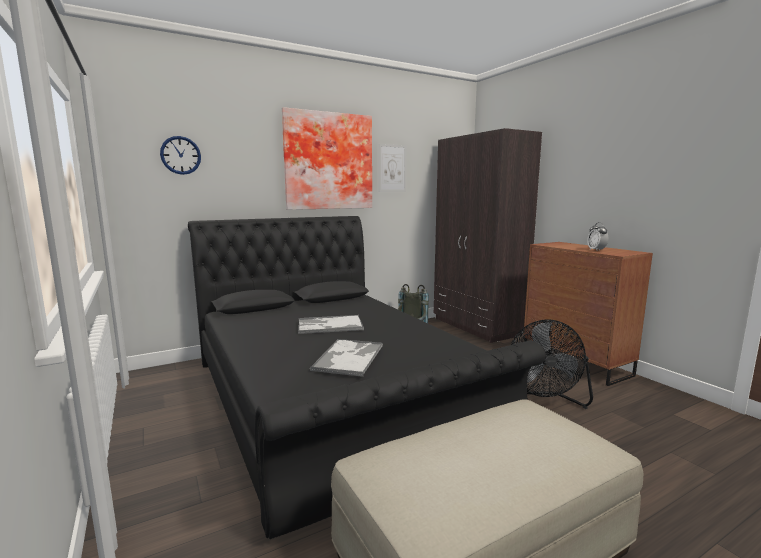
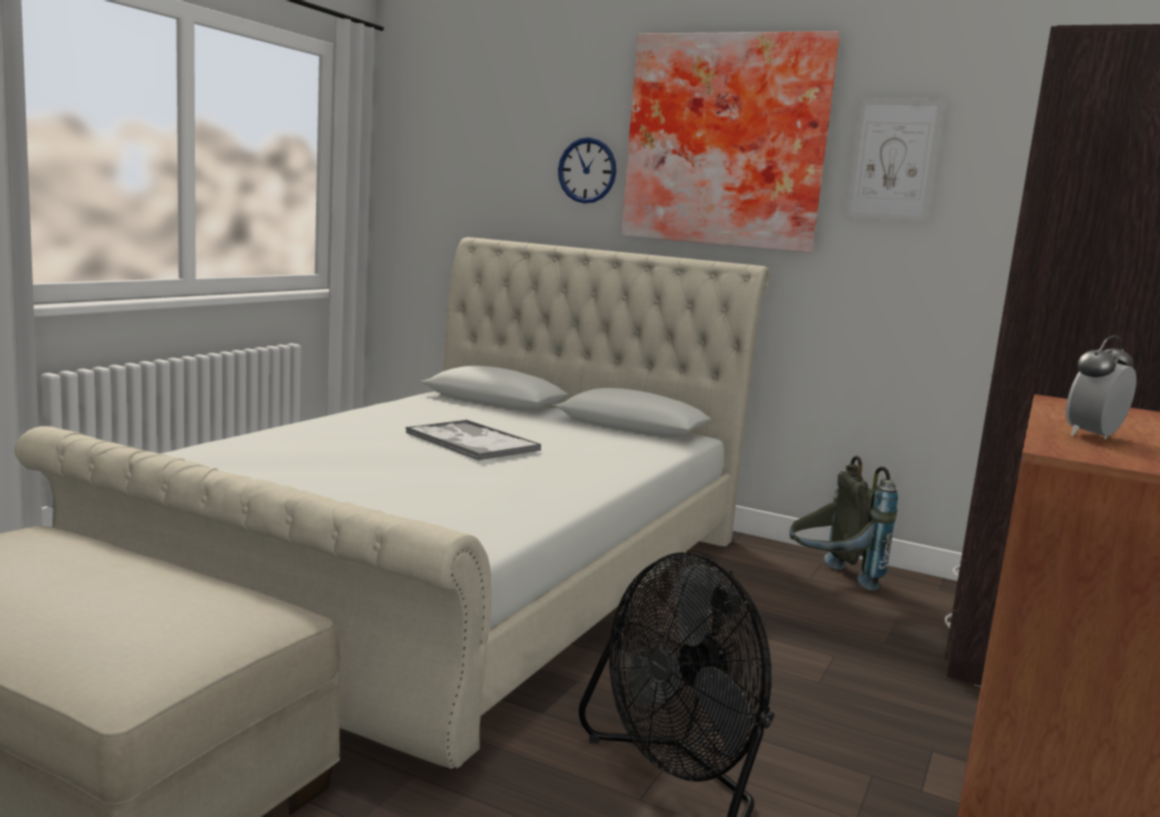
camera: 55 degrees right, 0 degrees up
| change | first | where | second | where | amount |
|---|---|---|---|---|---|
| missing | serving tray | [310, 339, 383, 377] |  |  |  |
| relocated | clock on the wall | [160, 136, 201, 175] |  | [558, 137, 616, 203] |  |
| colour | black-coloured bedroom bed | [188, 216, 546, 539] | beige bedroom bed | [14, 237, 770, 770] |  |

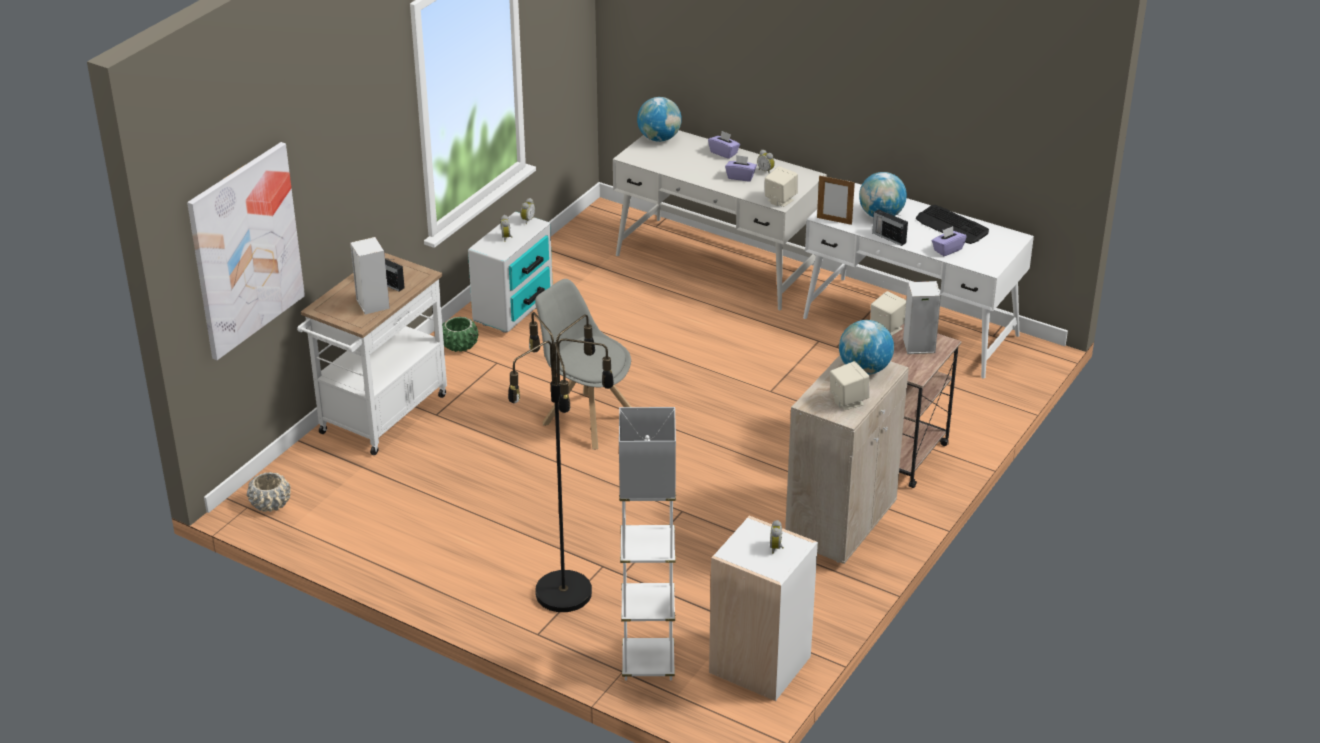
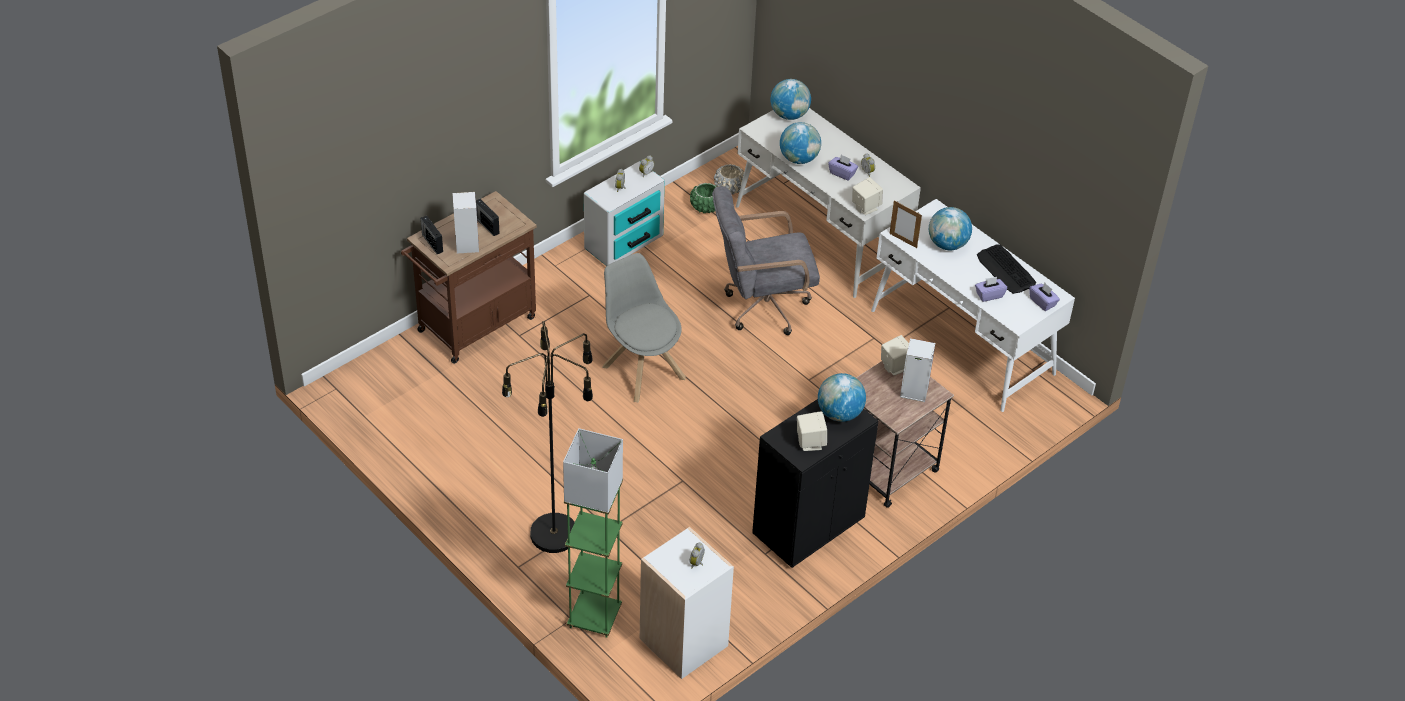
camera: 15 degrees right, 10 degrees up
| change | first | where | second | where | amount |
|---|---|---|---|---|---|
| missing | picture | [187, 142, 305, 360] |  |  |  |
| appeared |  |  | gray computer chair | [712, 186, 820, 335] |  |
| appeared |  |  | desk globe | [780, 122, 821, 164] |  |
| relocated | beige planter | [247, 472, 291, 512] |  | [714, 164, 744, 194] |  |
| relocated | greenish planter | [442, 317, 478, 352] |  | [690, 183, 717, 213] |  |
| relocated | purple tissue box | [708, 131, 740, 159] |  | [1029, 283, 1060, 311] |  |
| relocated | radio receiver | [872, 209, 908, 246] |  | [421, 216, 443, 254] |  |
| colour | white-coloured wheeled cart | [297, 253, 447, 455] | brown-coloured wheeled cart | [401, 191, 537, 364] |  |
| colour | white-coloured standard lamp | [619, 407, 676, 681] | greenish standard lamp | [563, 428, 623, 638] |  |
| colour | beige cabinet | [785, 355, 909, 564] | black-coloured cabinet | [752, 399, 878, 568] |  |

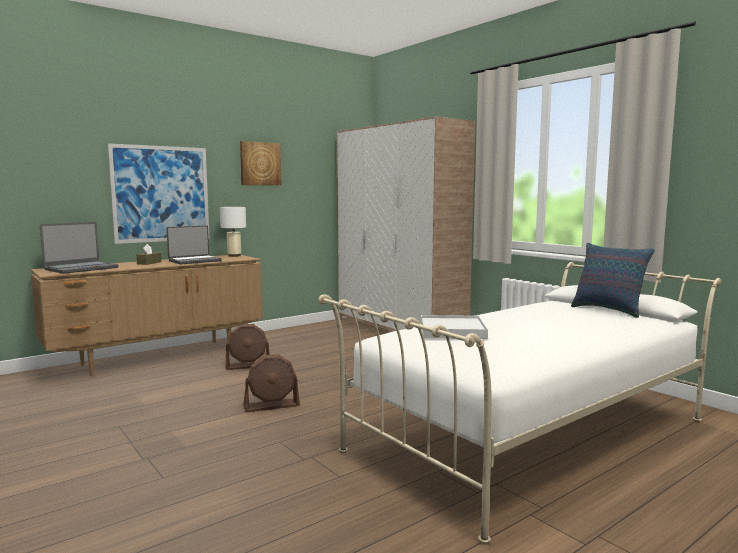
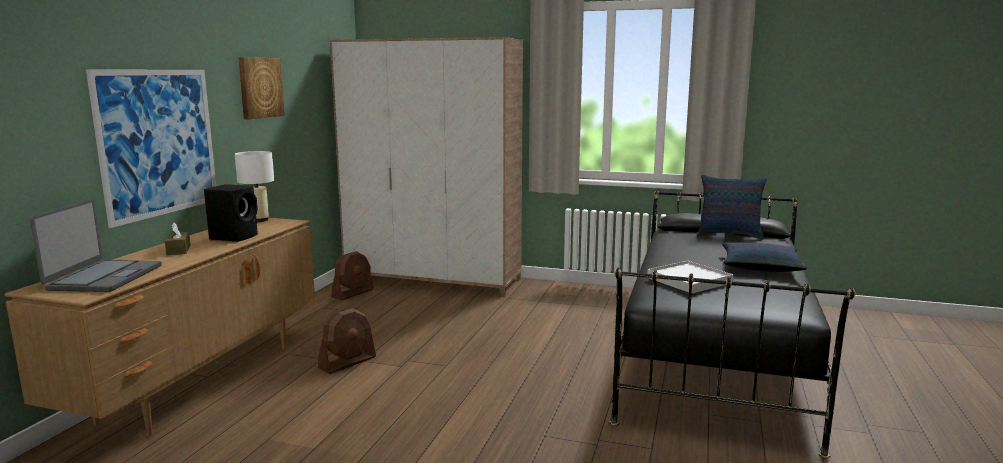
camera: 35 degrees left, 5 degrees up
| change | first | where | second | where | amount |
|---|---|---|---|---|---|
| appeared |  |  | bluish throw pillow | [722, 243, 807, 272] |  |
| relocated | brown-coloured cooling fan | [243, 354, 300, 412] |  | [331, 251, 374, 300] |  |
| exchanged | notebook computer | [167, 225, 222, 264] | black-coloured loudspeaker | [204, 184, 258, 242] |  |
| colour | white-coloured bedroom bed | [319, 262, 721, 544] | black-coloured bedroom bed | [609, 190, 855, 459] |  |

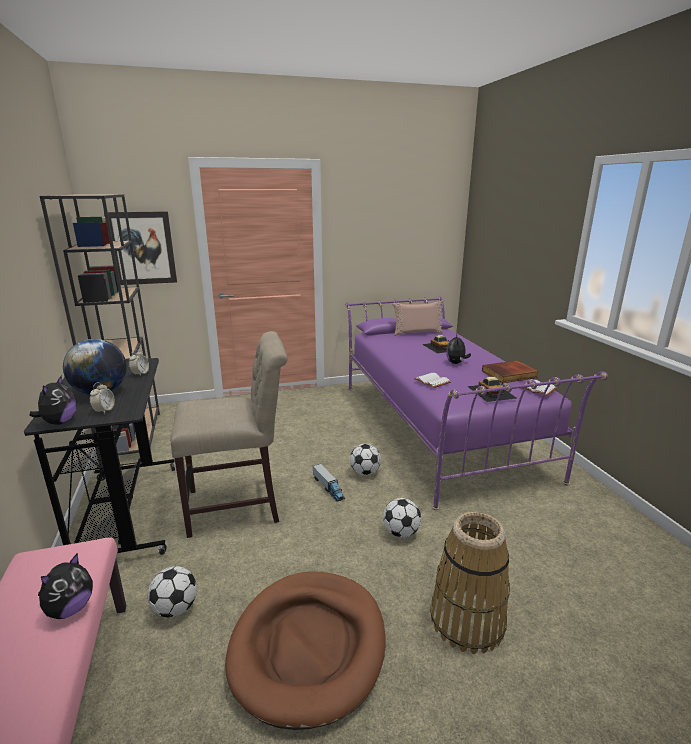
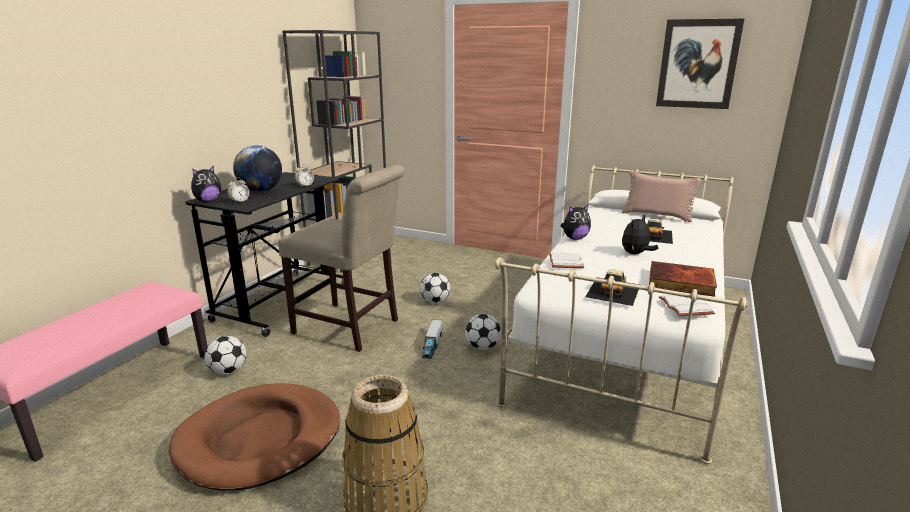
camera: 40 degrees right, 0 degrees up
| change | first | where | second | where | amount |
|---|---|---|---|---|---|
| relocated | plush toy | [38, 554, 93, 619] |  | [561, 204, 591, 240] |  |
| relocated | picture | [104, 212, 177, 285] |  | [656, 18, 745, 109] |  |
| relocated | football ball | [383, 498, 421, 538] |  | [420, 273, 450, 303] |  |
| colour | purple bedroom bed | [346, 297, 608, 510] | white-coloured bedroom bed | [495, 165, 748, 464] |  |

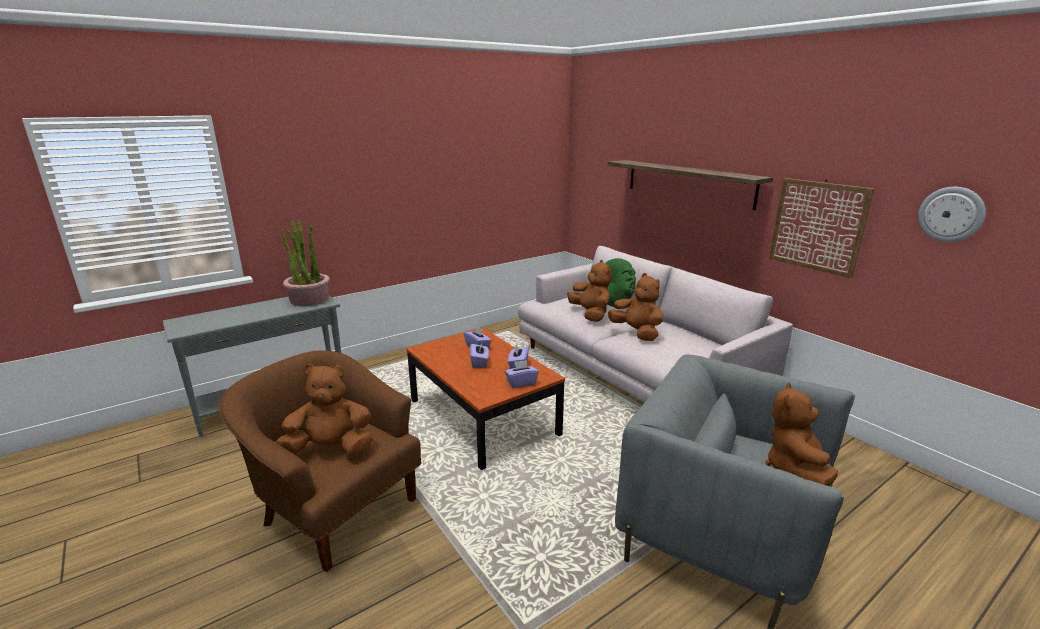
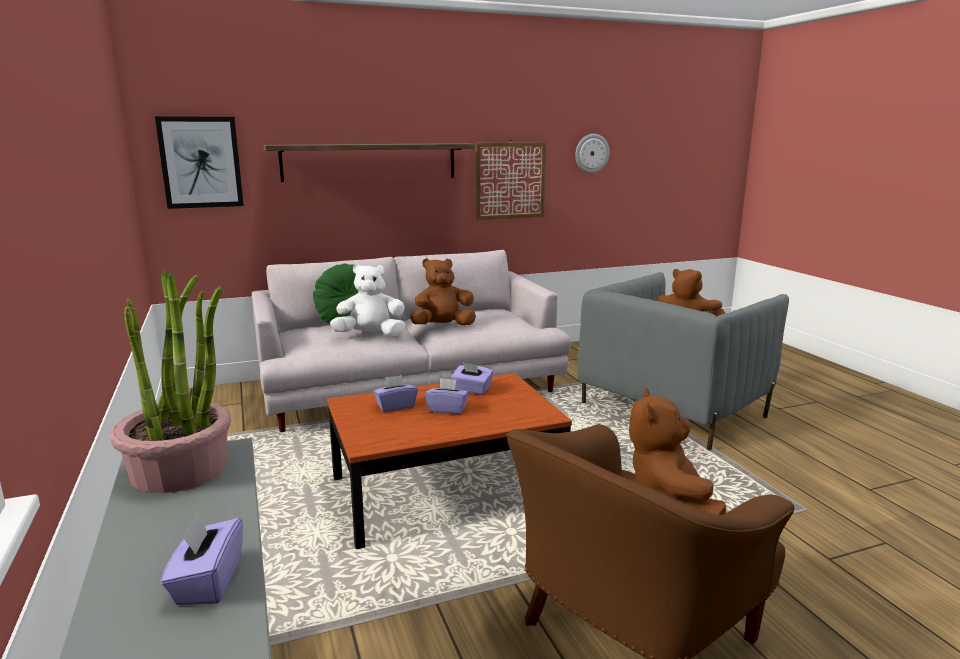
camera: 75 degrees left, 5 degrees down
| change | first | where | second | where | amount |
|---|---|---|---|---|---|
| appeared |  |  | picture | [155, 116, 244, 209] |  |
| relocated | purple tissue box | [505, 360, 539, 388] |  | [161, 513, 243, 605] |  |
| colour | brown-coloured plush toy | [567, 260, 612, 322] | white-coloured plush toy | [330, 264, 406, 336] |  |

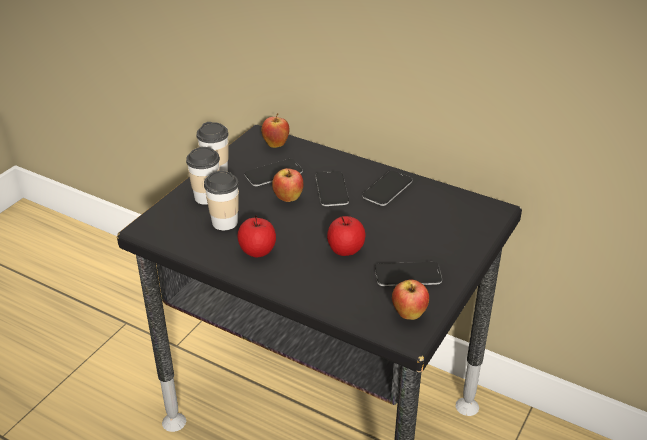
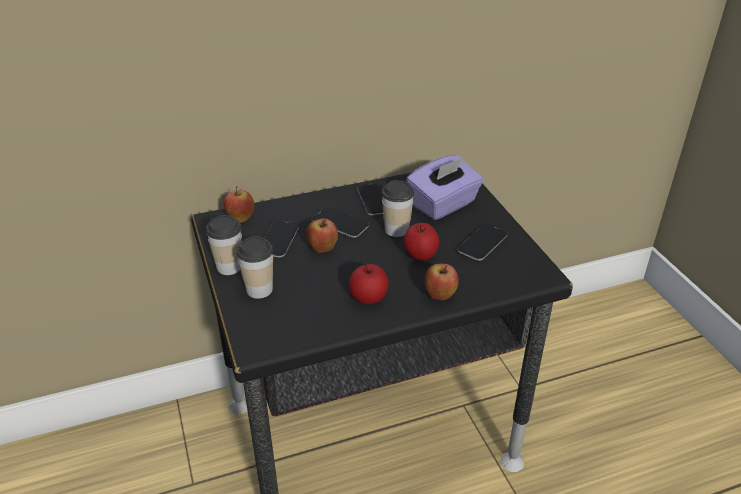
camera: 50 degrees left, 0 degrees up
| change | first | where | second | where | amount |
|---|---|---|---|---|---|
| appeared |  |  | purple tissue box | [406, 155, 484, 220] |  |
| relocated | cup | [204, 171, 239, 230] |  | [382, 180, 414, 237] |  |
| relocated | apple fruit | [392, 280, 429, 320] |  | [424, 264, 459, 300] |  |

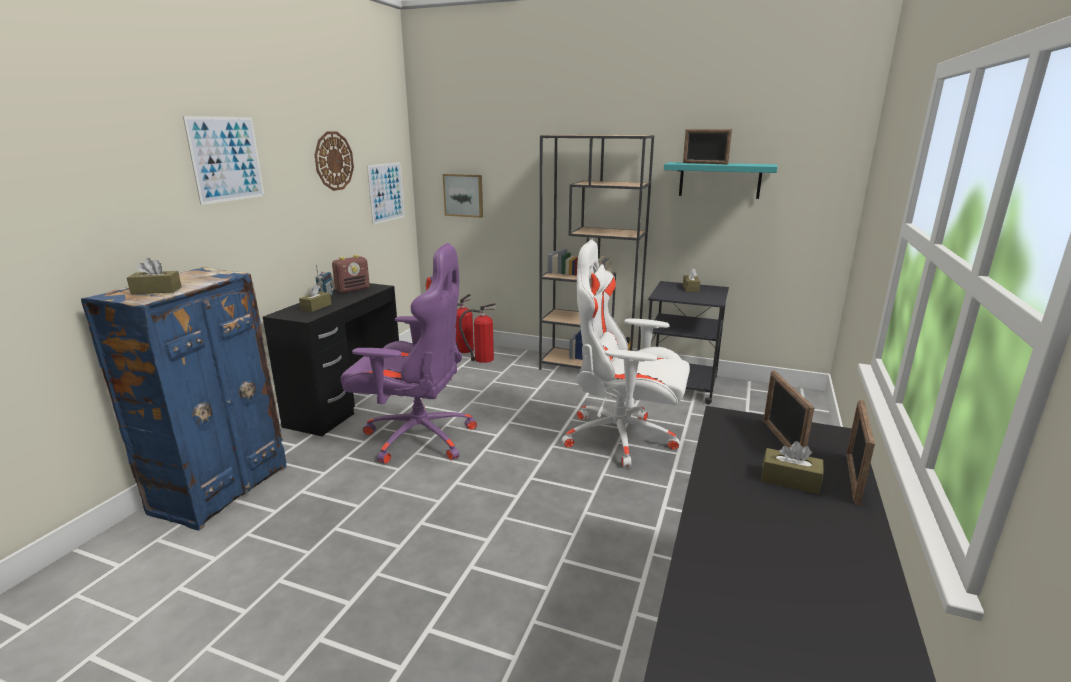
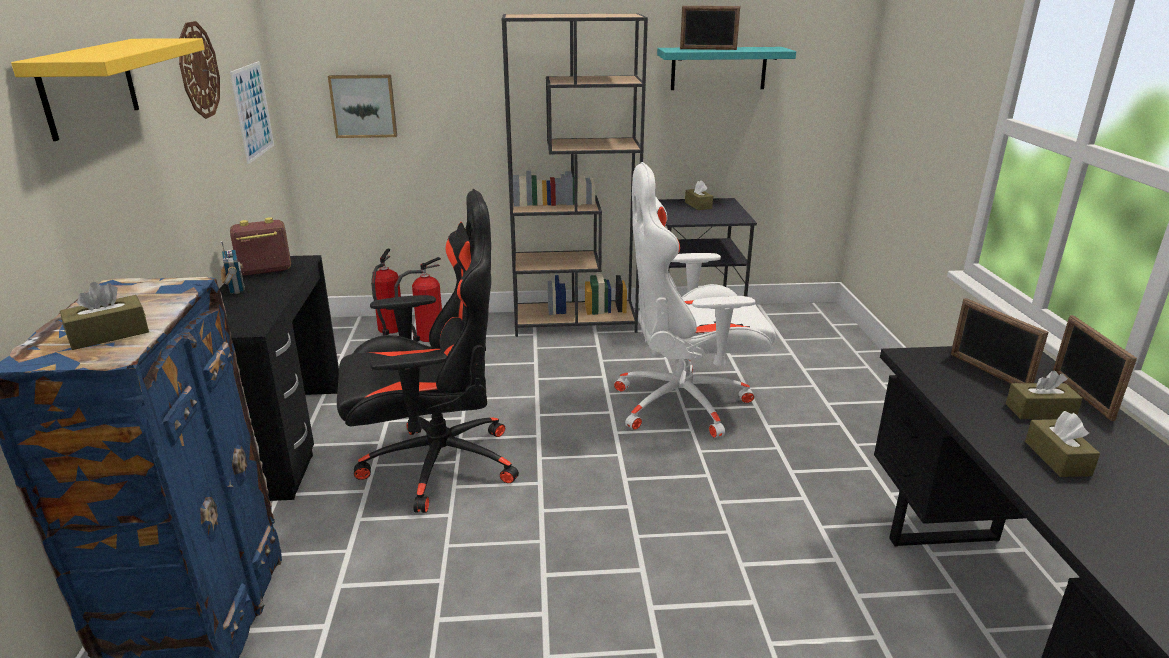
camera: 25 degrees left, 5 degrees up
| change | first | where | second | where | amount |
|---|---|---|---|---|---|
| relocated | brown-coloured tissue box | [299, 284, 331, 312] |  | [1025, 411, 1100, 477] |  |
| exchanged | picture | [183, 116, 264, 205] | yellow-coloured shelf | [11, 38, 205, 141] |  |
| colour | purple computer chair | [341, 243, 477, 464] | black-coloured computer chair | [337, 189, 519, 513] |  |
| spun | radio receiver | [332, 255, 370, 293] |  | [230, 217, 291, 276] | 135 degrees counterclockwise |

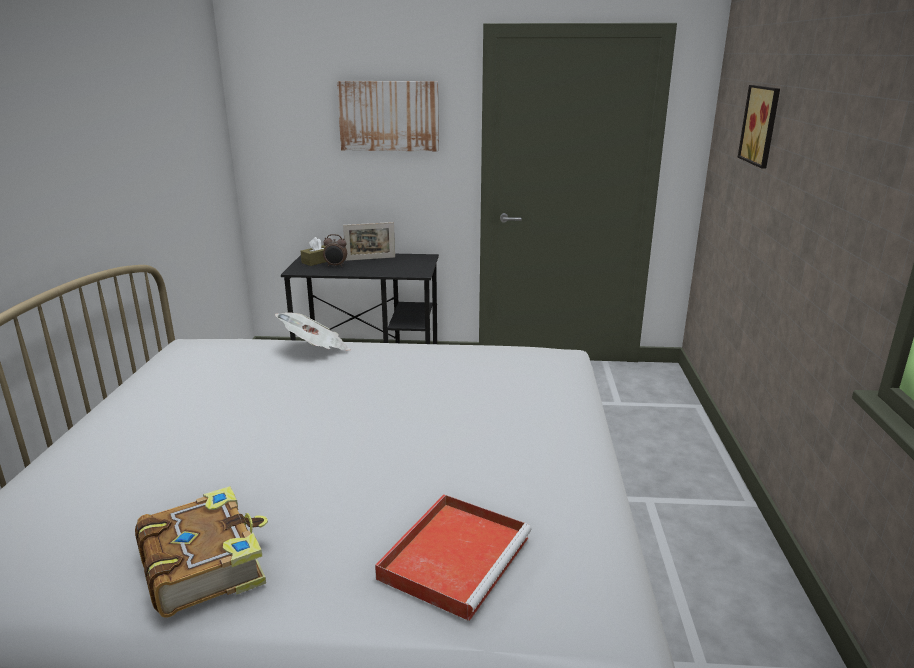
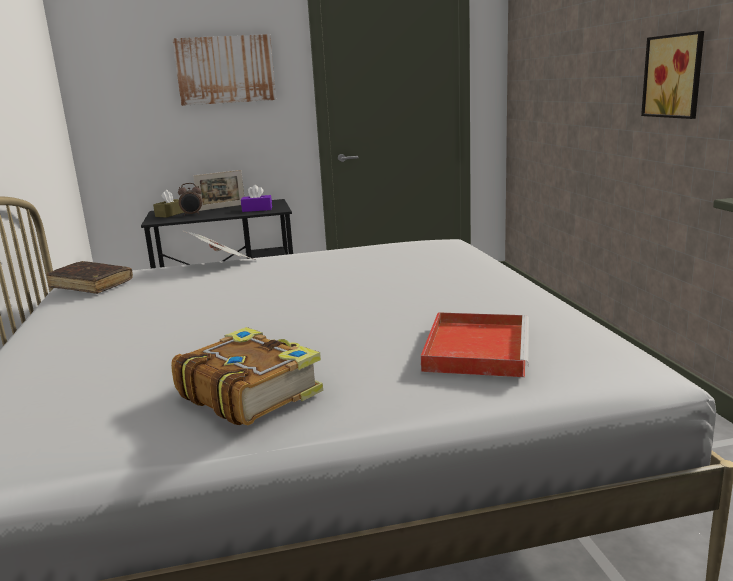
camera: 15 degrees left, 5 degrees down
| change | first | where | second | where | amount |
|---|---|---|---|---|---|
| appeared |  |  | brown-coloured volume | [47, 261, 133, 294] |  |
| appeared |  |  | purple tissue box | [241, 185, 272, 212] |  |
| relocated | picture | [738, 85, 780, 169] |  | [641, 31, 704, 119] |  |

